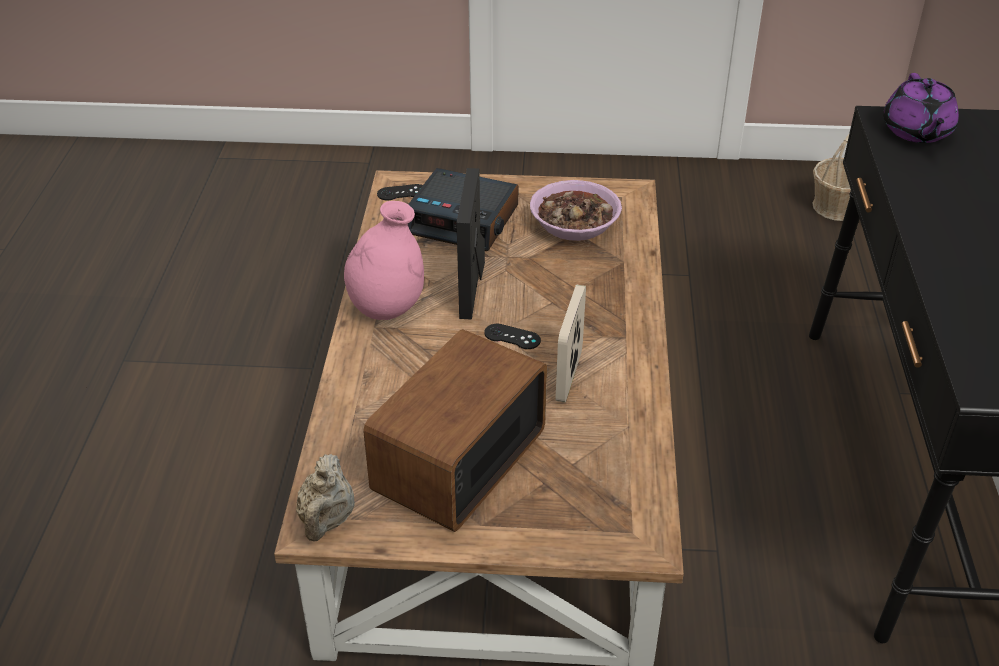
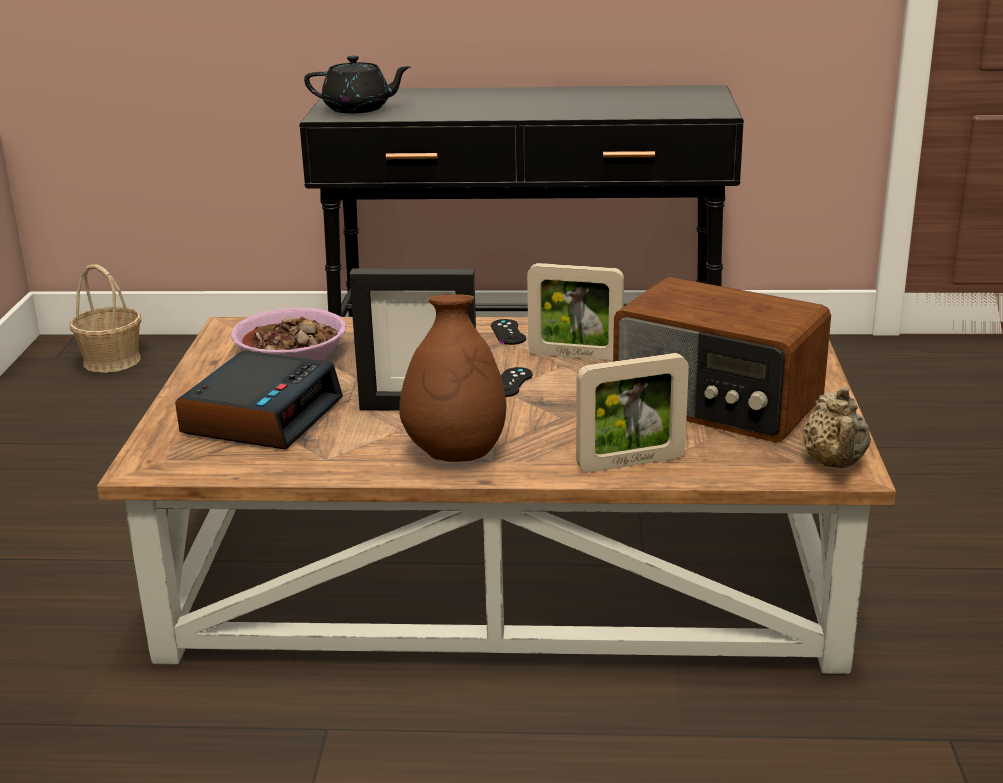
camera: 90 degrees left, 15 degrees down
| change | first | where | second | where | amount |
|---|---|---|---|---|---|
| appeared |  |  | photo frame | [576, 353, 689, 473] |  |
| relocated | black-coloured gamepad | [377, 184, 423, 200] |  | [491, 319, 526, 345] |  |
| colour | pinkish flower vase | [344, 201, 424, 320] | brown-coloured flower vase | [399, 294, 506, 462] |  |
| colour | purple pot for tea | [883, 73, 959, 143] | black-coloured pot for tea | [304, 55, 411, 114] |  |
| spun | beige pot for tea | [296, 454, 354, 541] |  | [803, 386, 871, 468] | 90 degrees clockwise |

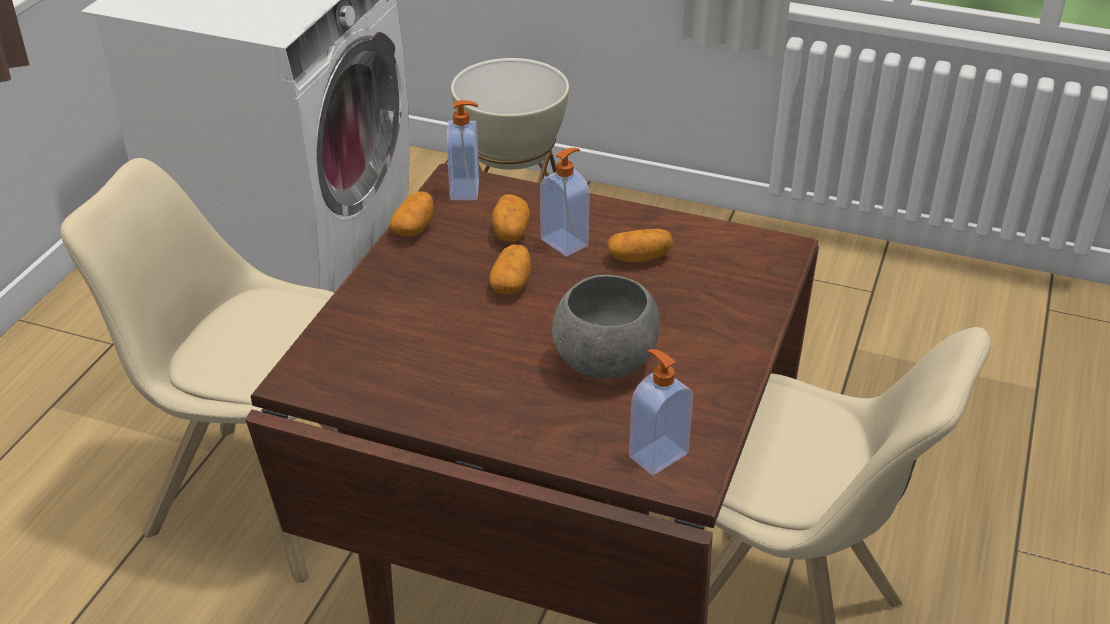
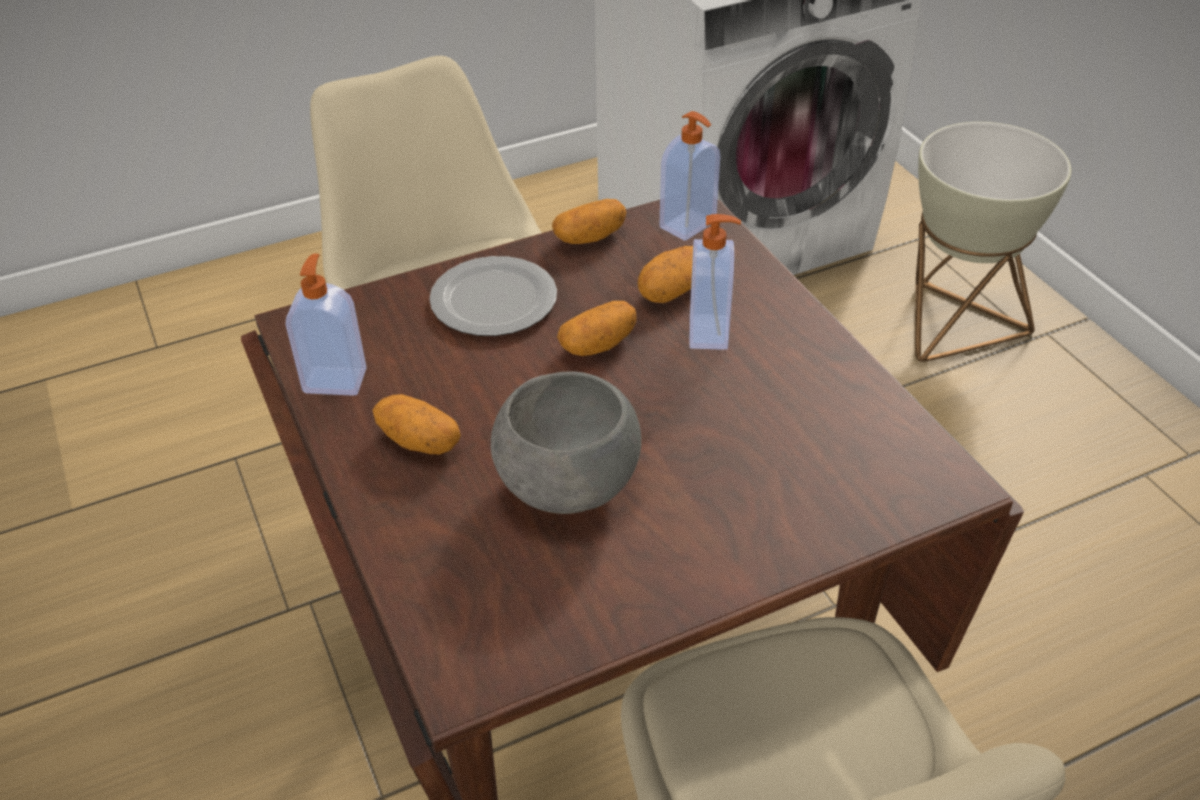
camera: 45 degrees right, 5 degrees up
| change | first | where | second | where | amount |
|---|---|---|---|---|---|
| appeared |  |  | plate | [429, 256, 557, 336] |  |
| relocated | potato | [607, 229, 674, 262] |  | [372, 394, 461, 454] |  |
| relocated | soap dispenser | [629, 349, 693, 475] |  | [286, 254, 367, 396] |  |

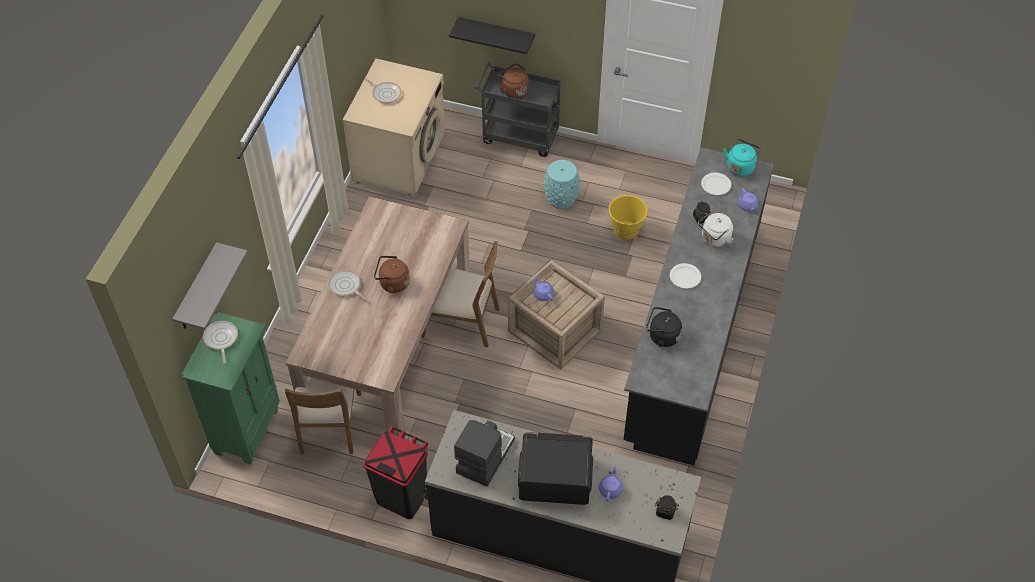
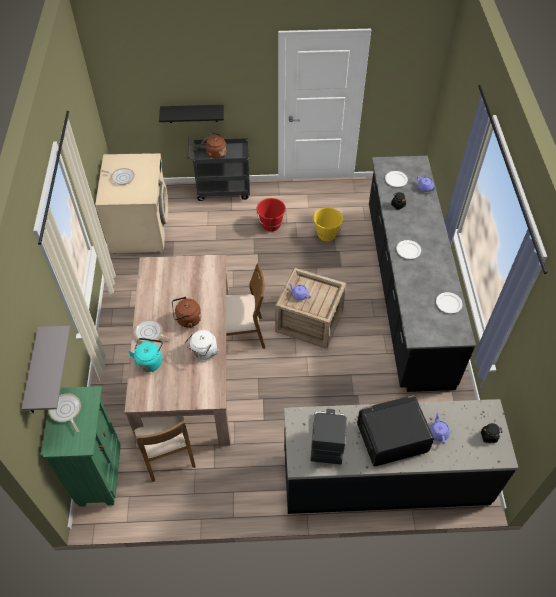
camera: 20 degrees left, 0 degrees up
| change | first | where | second | where | amount |
|---|---|---|---|---|---|
| missing | black-coloured trash can | [363, 426, 428, 519] |  |  |  |
| missing | black-coloured kettle | [646, 307, 682, 347] |  |  |  |
| appeared |  |  | white-coloured plate | [436, 292, 463, 313] |  |
| relocated | white-coloured kettle | [698, 213, 733, 247] |  | [184, 330, 219, 360] |  |
| relocated | turquoise kettle | [723, 139, 762, 177] |  | [129, 338, 163, 372] |  |
| exchanged | turquoise stool | [544, 160, 580, 209] | red water bucket | [256, 198, 287, 232] |  |

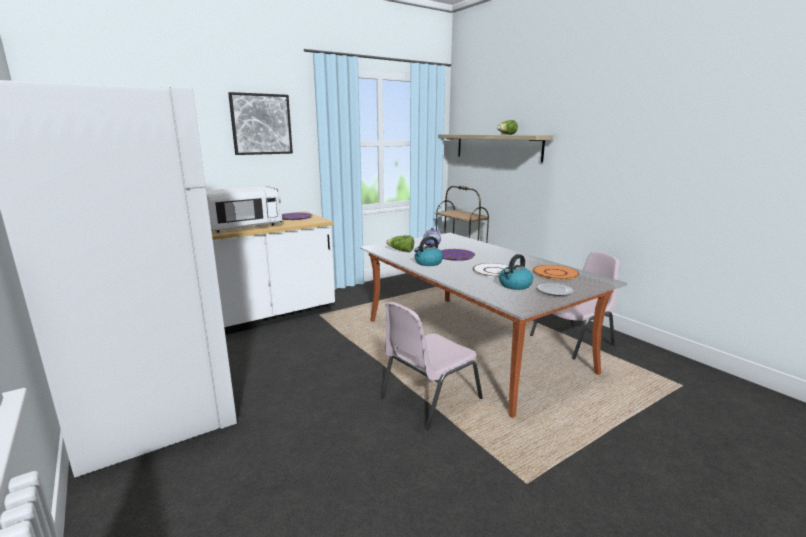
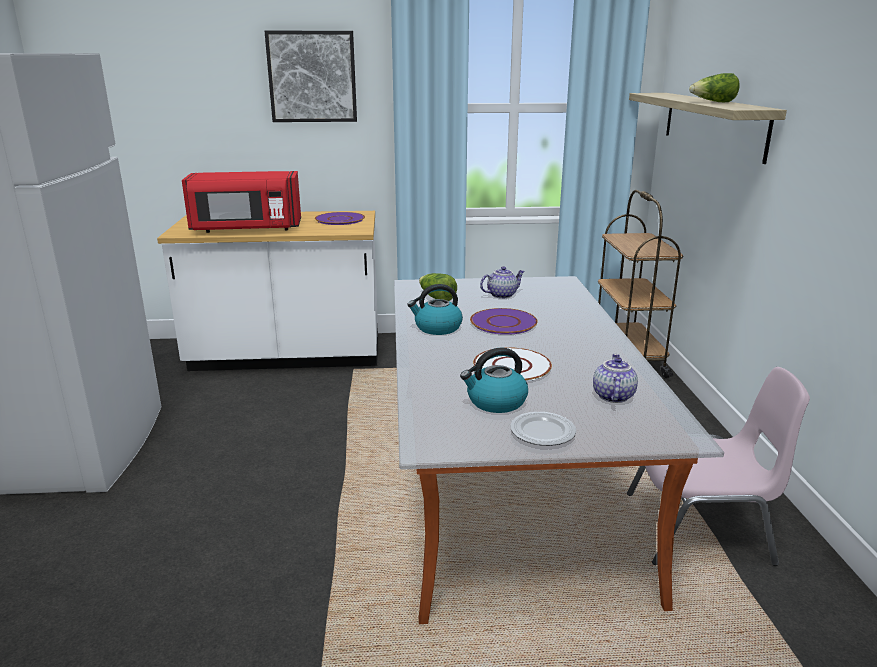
camera: 30 degrees right, 5 degrees up
| change | first | where | second | where | amount |
|---|---|---|---|---|---|
| missing | pinkish chair | [380, 302, 483, 429] |  |  |  |
| exchanged | orange plate | [533, 265, 579, 280] | pot for tea | [593, 354, 638, 403] |  |
| colour | white-coloured microwave oven | [206, 186, 282, 233] | red microwave oven | [182, 171, 301, 233] |  |

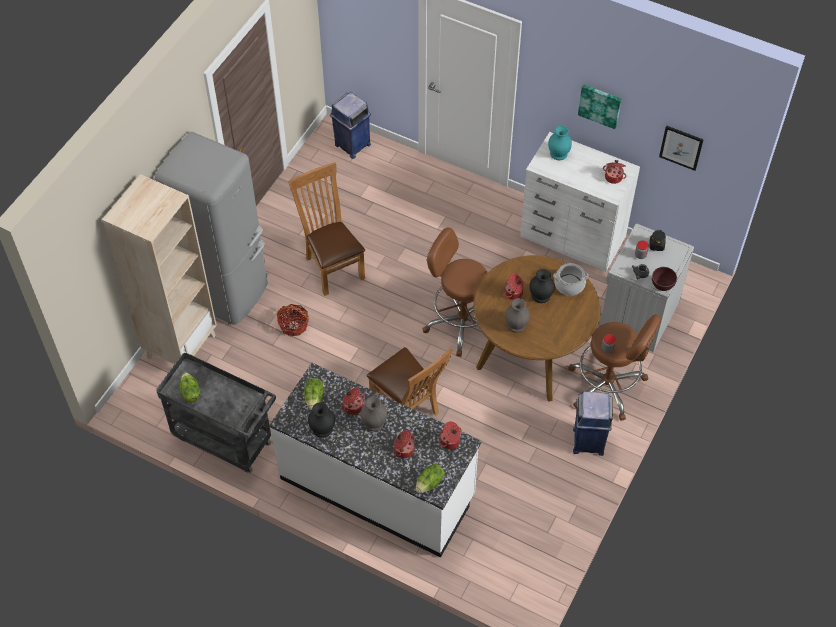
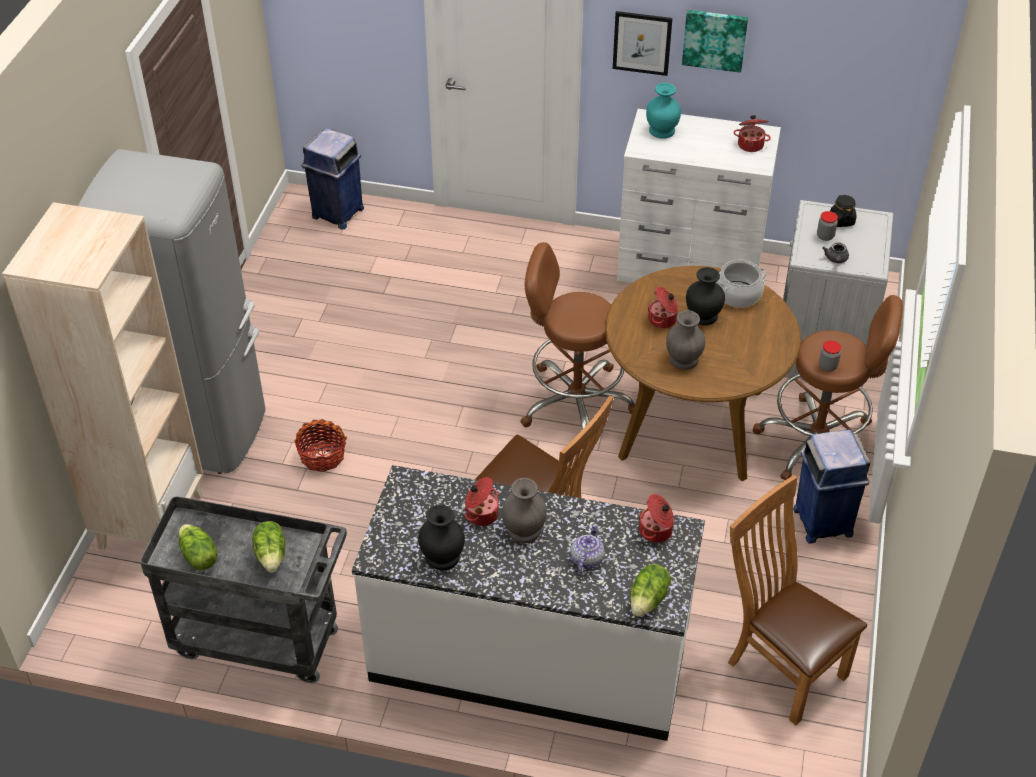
camera: 15 degrees left, 10 degrees down
| change | first | where | second | where | amount |
|---|---|---|---|---|---|
| missing | brown-coloured serving bowl | [652, 267, 677, 291] |  |  |  |
| relocated | brown-coloured chair | [288, 162, 365, 296] |  | [728, 475, 867, 725] |  |
| relocated | head of lettuce | [304, 378, 323, 410] |  | [253, 521, 285, 573] |  |
| relocated | picture | [659, 126, 704, 171] |  | [613, 11, 673, 76] |  |
| exchanged | saucepot | [393, 430, 415, 458] | pot for tea | [571, 524, 605, 573] |  |

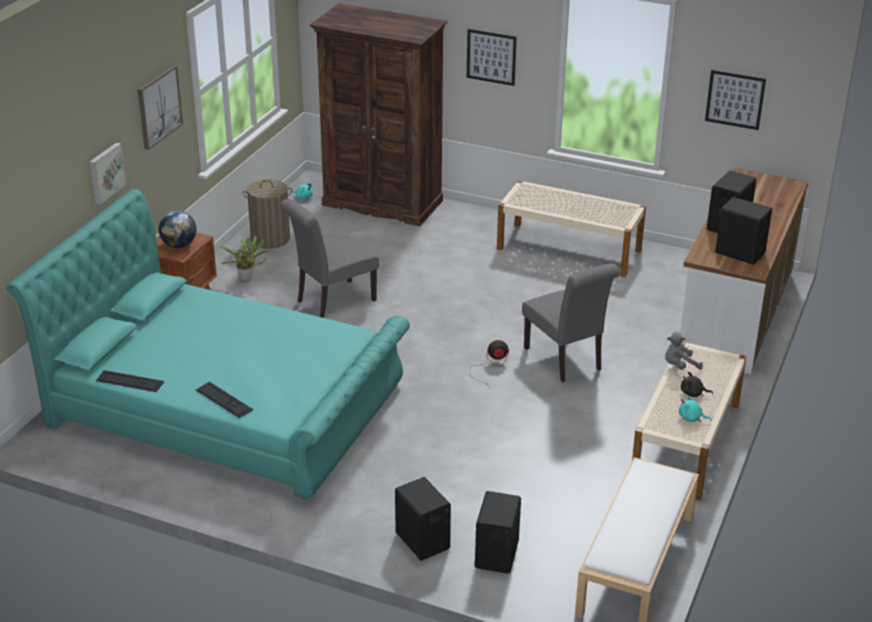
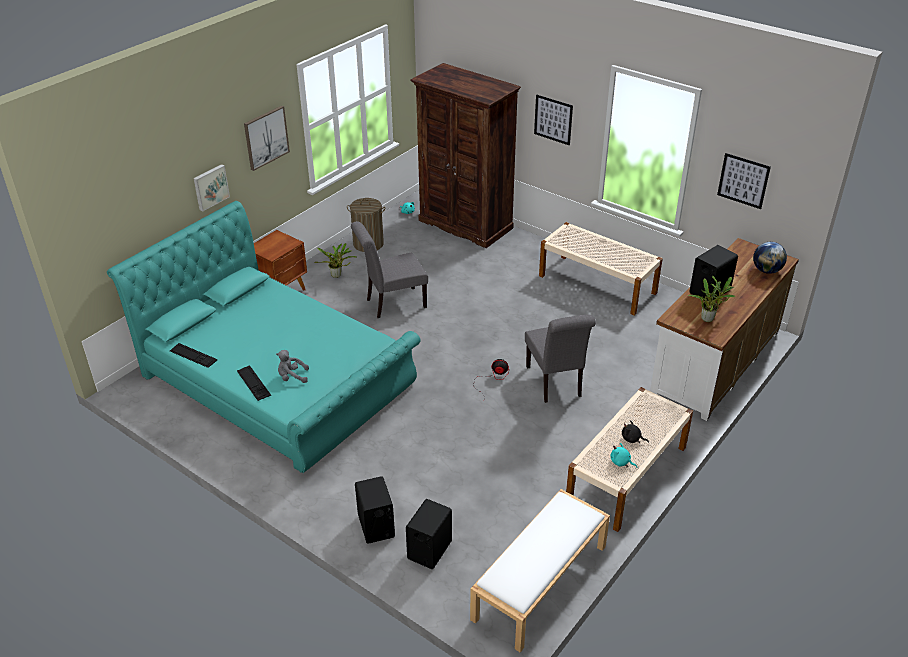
camera: 15 degrees right, 5 degrees up
| change | first | where | second | where | amount |
|---|---|---|---|---|---|
| relocated | desk globe | [159, 211, 196, 248] |  | [753, 242, 787, 274] |  |
| relocated | gray plush toy | [665, 332, 703, 370] |  | [276, 350, 309, 383] |  |
| exchanged | black-coloured loudspeaker | [715, 197, 772, 265] | plant in a pot | [688, 276, 736, 322] |  |

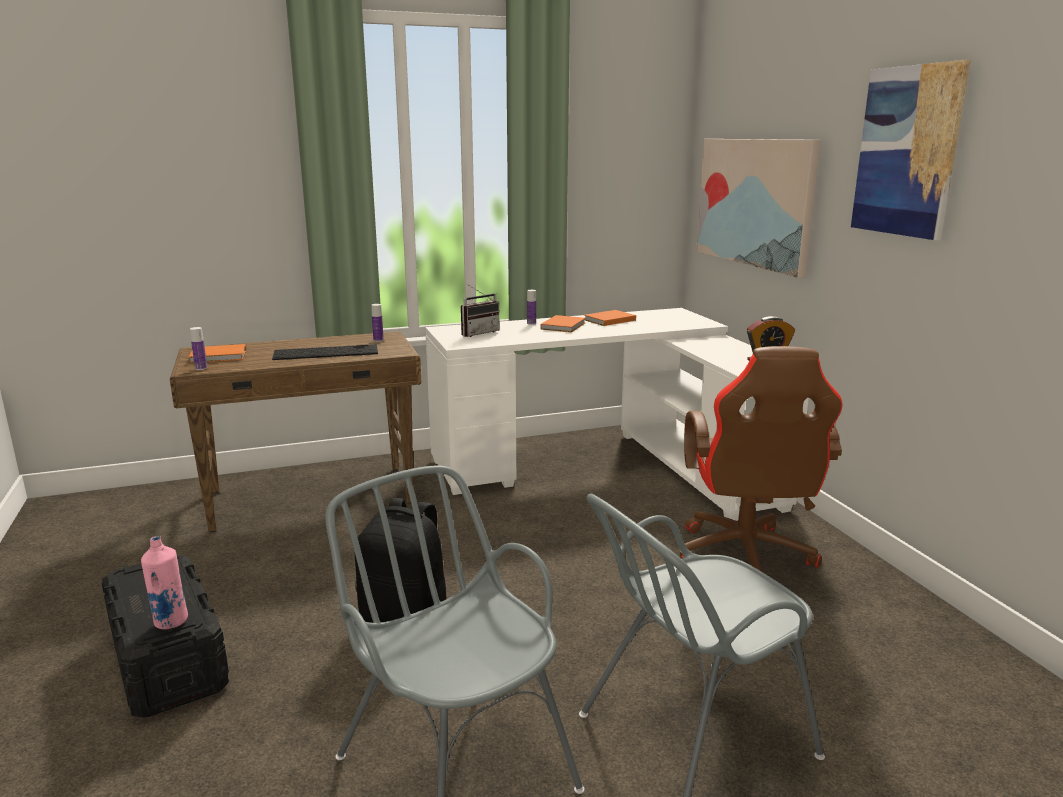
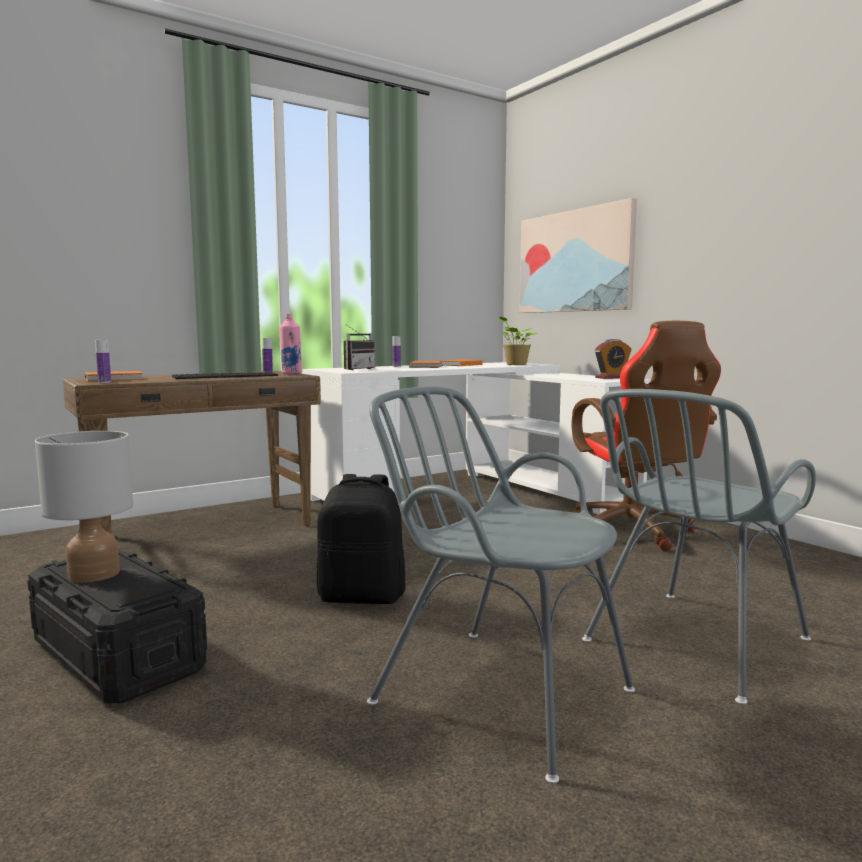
camera: 15 degrees left, 10 degrees down
| change | first | where | second | where | amount |
|---|---|---|---|---|---|
| missing | picture | [851, 60, 970, 240] |  |  |  |
| appeared |  |  | gray table lamp | [35, 431, 133, 583] |  |
| appeared |  |  | plant in a pot | [499, 317, 537, 365] |  |
| relocated | pinkish drink bottle | [141, 536, 188, 630] |  | [279, 314, 302, 374] |  |

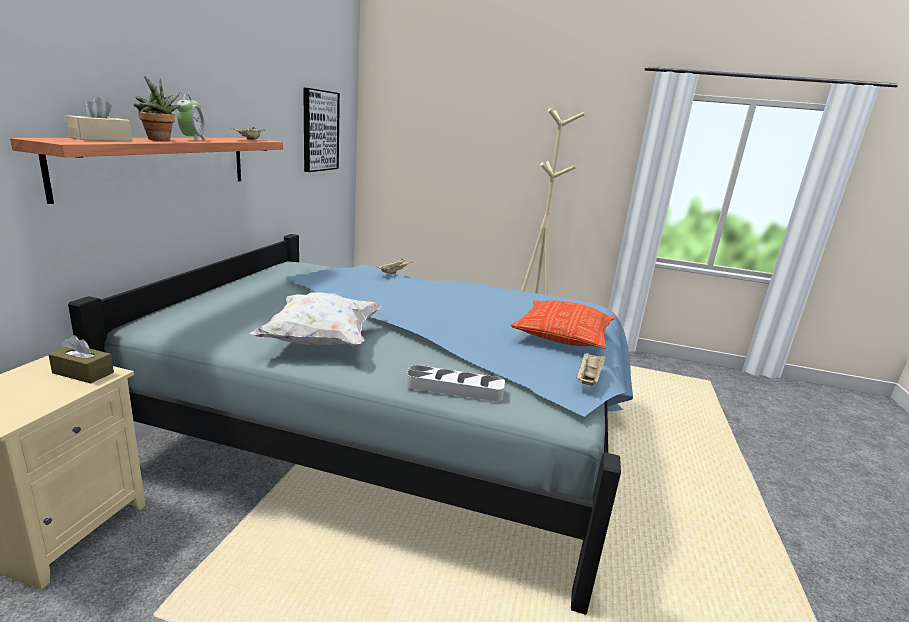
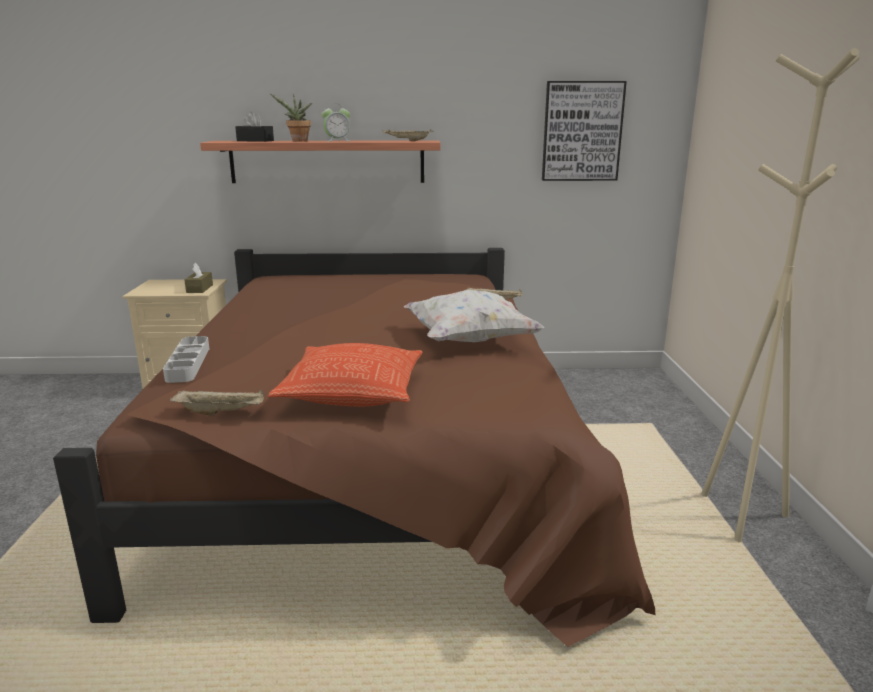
camera: 75 degrees right, 0 degrees up
| change | first | where | second | where | amount |
|---|---|---|---|---|---|
| relocated | white-coloured throw pillow | [250, 292, 381, 346] |  | [404, 290, 544, 342] |  |
| colour | beige tissue box | [66, 96, 132, 141] | black-coloured tissue box | [235, 112, 274, 142] |  |
| colour | bluish bedroom bed | [68, 234, 633, 615] | brown-coloured bedroom bed | [53, 248, 656, 647] |  |

